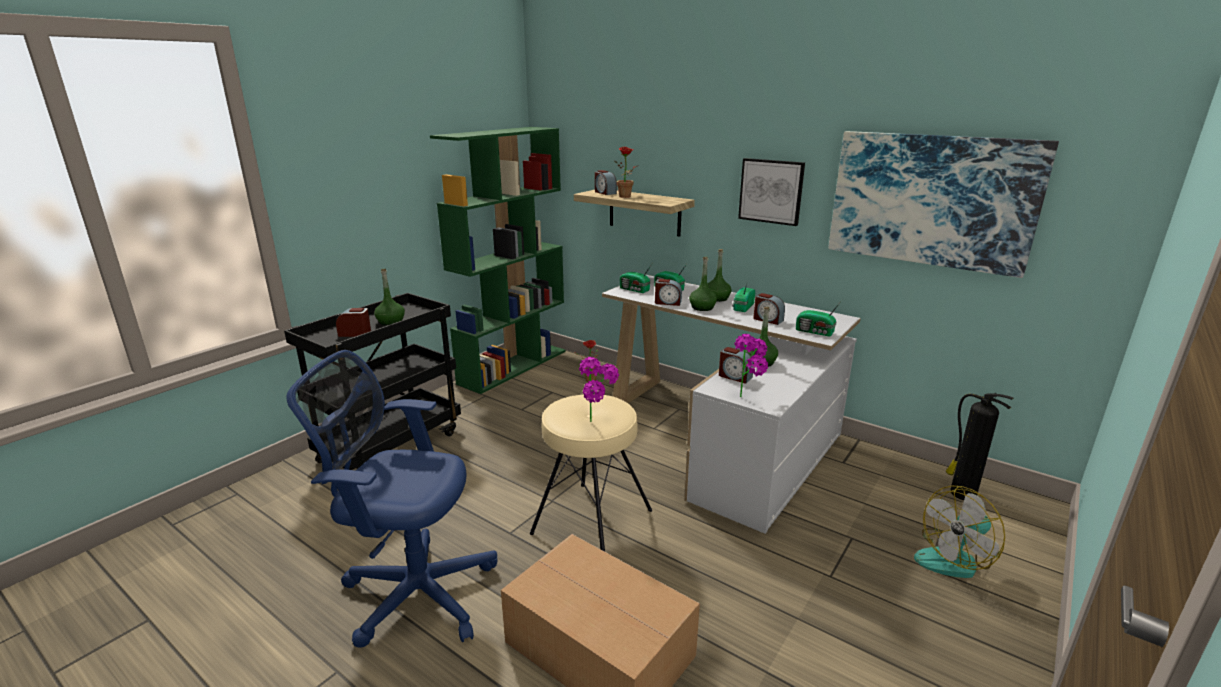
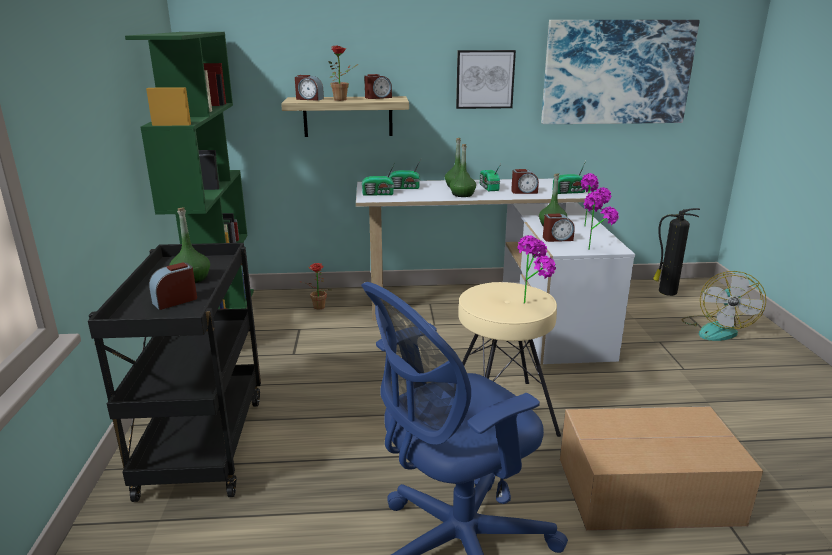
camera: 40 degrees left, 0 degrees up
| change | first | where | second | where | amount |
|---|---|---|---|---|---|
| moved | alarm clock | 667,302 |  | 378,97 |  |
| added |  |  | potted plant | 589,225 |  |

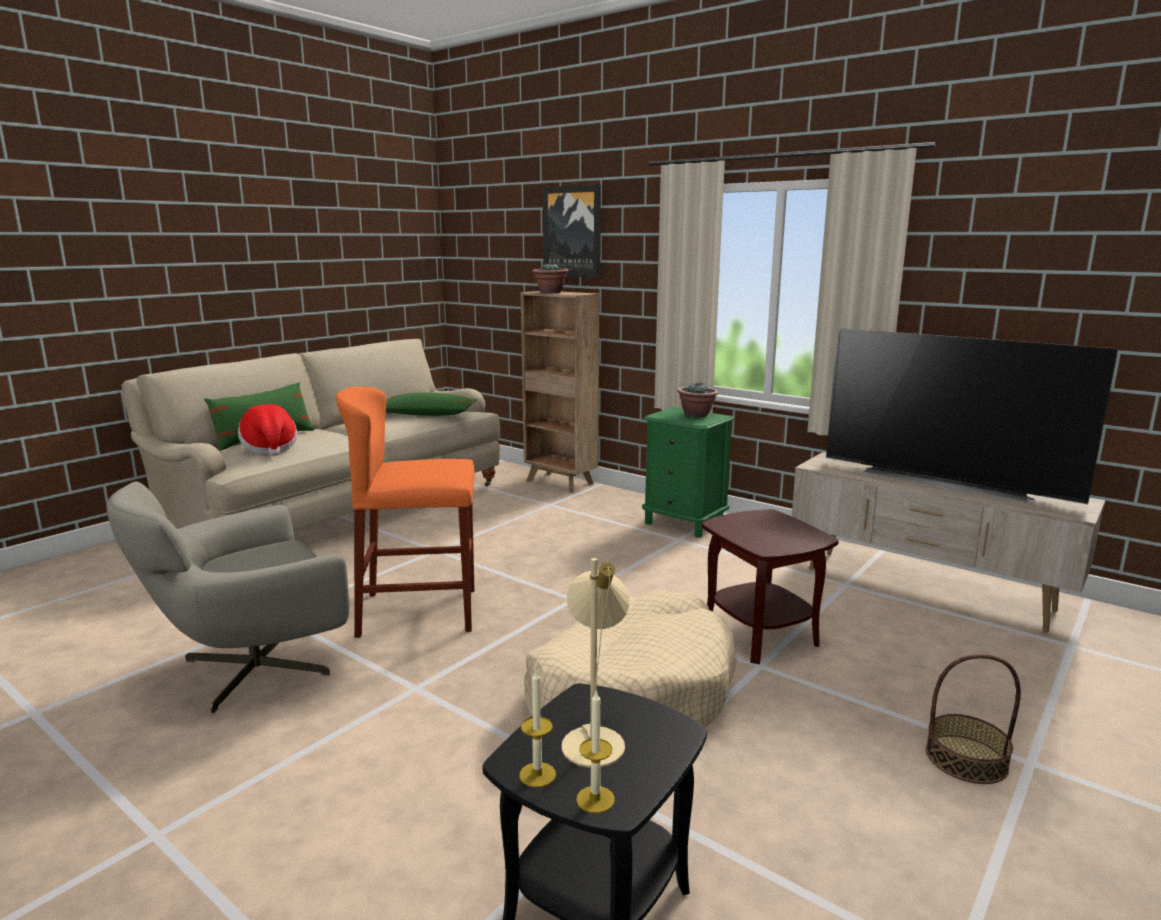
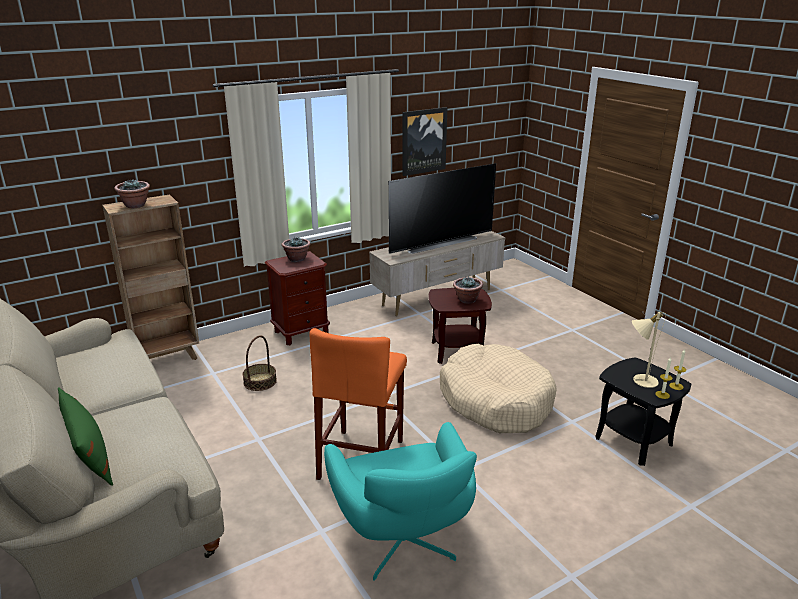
camera: 70 degrees left, 10 degrees up
| change | first | where | second | where | amount |
|---|---|---|---|---|---|
| moved | basket | 966,758 |  | 260,381 |  |
| recoloured | green nightstand | 684,523 | brown nightstand | 301,332 |  |
| recoloured | grey armchair | 249,670 | turquoise armchair | 404,544 |  |
| moved | picture | 572,231 |  | 423,141 |  |
| added |  |  | potted plant | 467,300 |  |
| removed | hat | 269,449 |  |  |  |
| removed | green pillow | 427,414 |  |  |  |

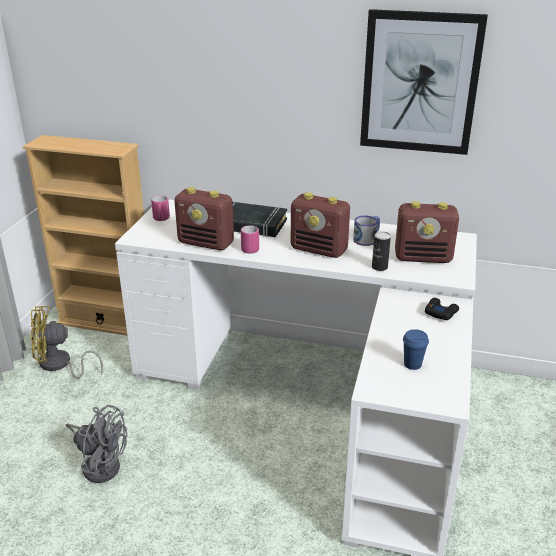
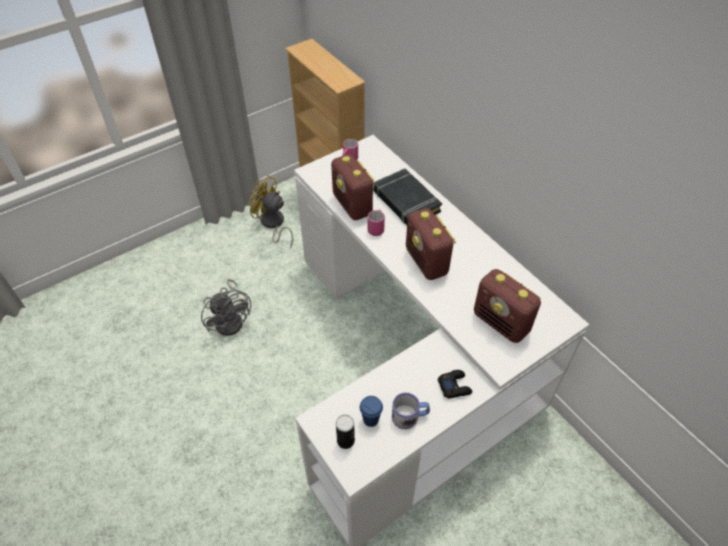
camera: 40 degrees right, 20 degrees up
| change | first | where | second | where | amount |
|---|---|---|---|---|---|
| moved | can | 379,267 |  | 345,440 |  |
| moved | mug | 367,239 |  | 410,416 |  |
| removed | picture | 420,83 |  |  |  |

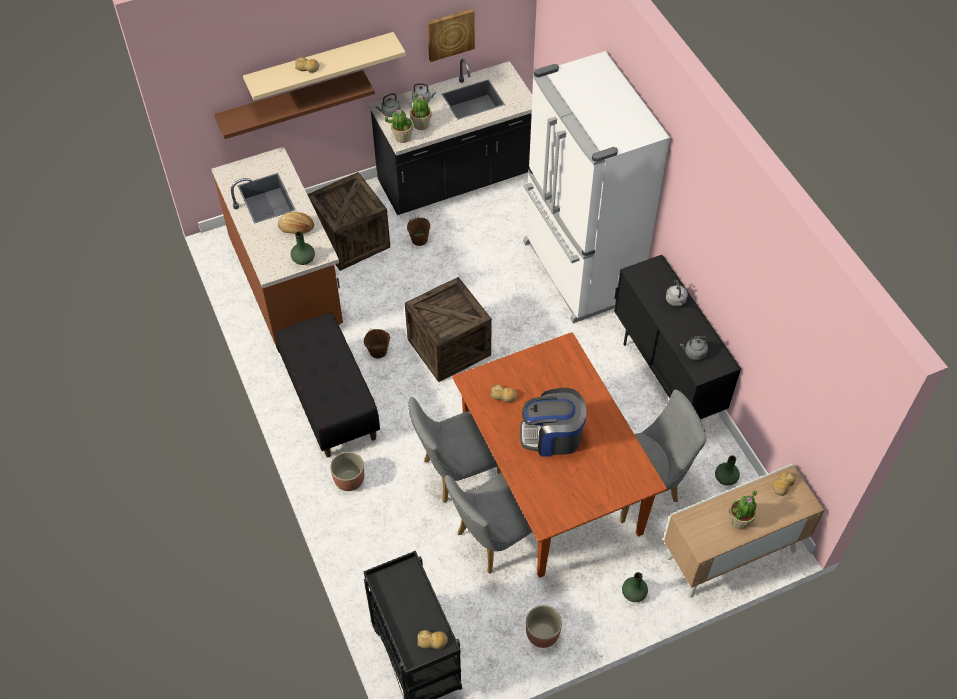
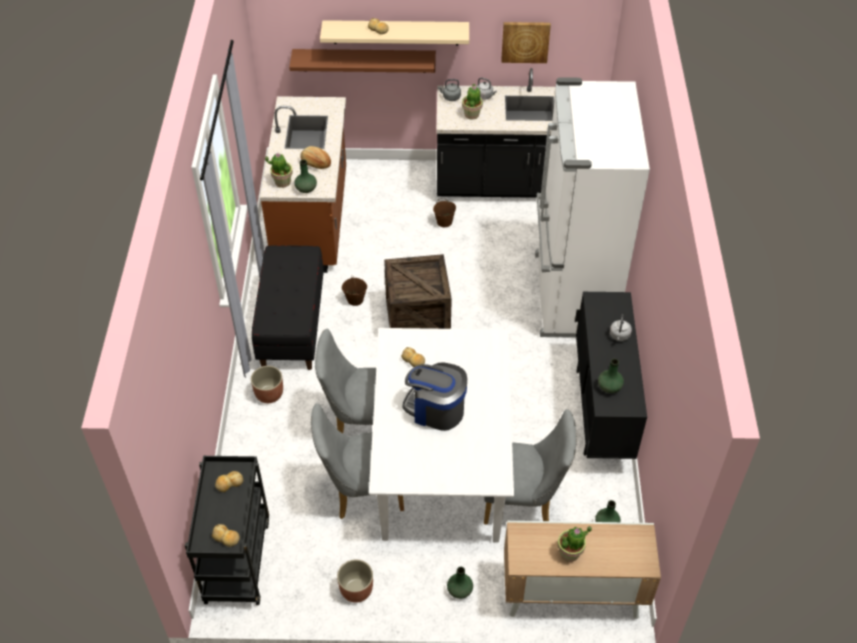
camera: 25 degrees right, 5 degrees down
| change | first | where | second | where | amount |
|---|---|---|---|---|---|
| moved | bread | 782,485 |  | 229,483 |  |
| moved | potted plant | 402,137 |  | 282,182 |  |
| recoloured | brown dining table | 552,481 | white dining table | 442,463 |  |
| replaced | grey kettle | 694,353 | green vase | 609,387 |  |
| removed | crate | 351,240 |  |  |  |

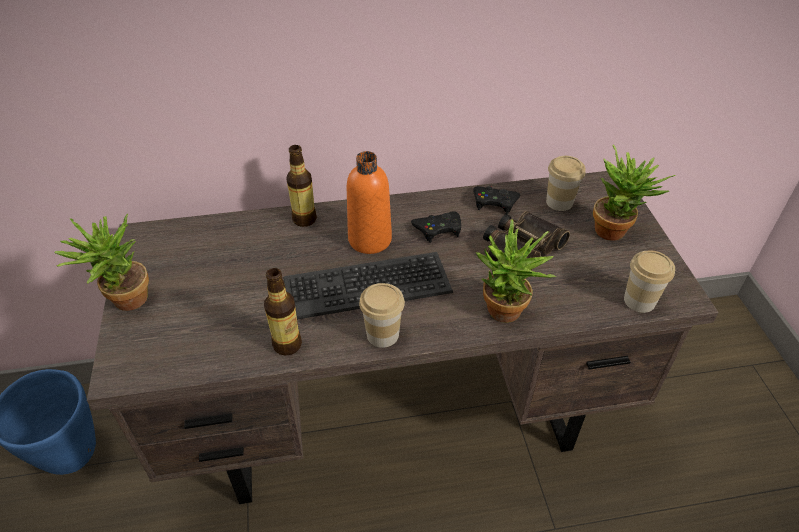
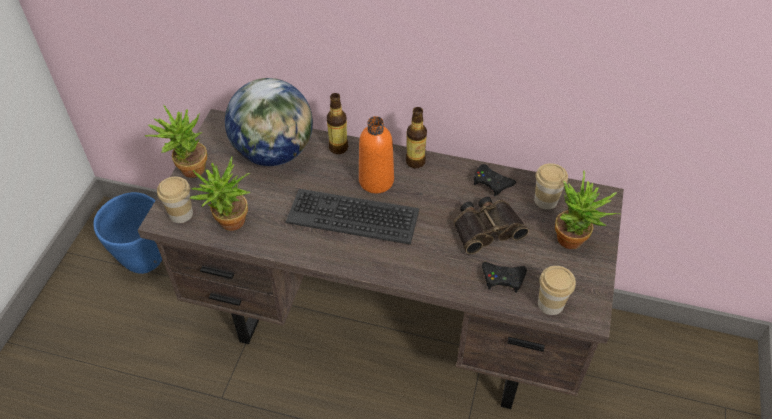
camera: 25 degrees right, 5 degrees up
| change | first | where | second | where | amount |
|---|---|---|---|---|---|
| moved | cup | 382,334 |  | 181,213 |  |
| moved | potted plant | 505,316 |  | 229,225 |  |
| added |  |  | globe | 274,152 |  |
| moved | bottle | 287,344 |  | 415,161 |  |
| moved | black game controller | 438,229 |  | 503,278 |  |

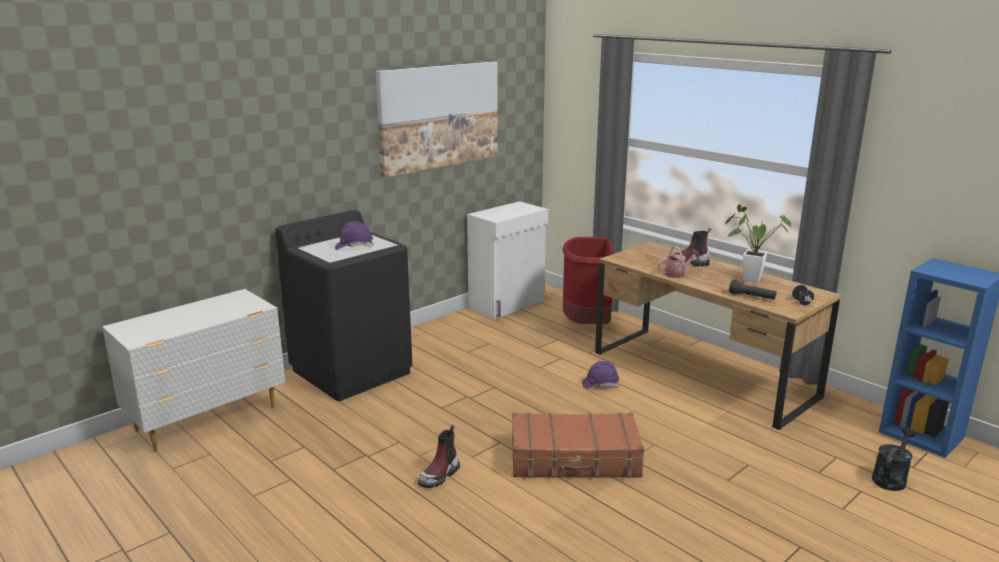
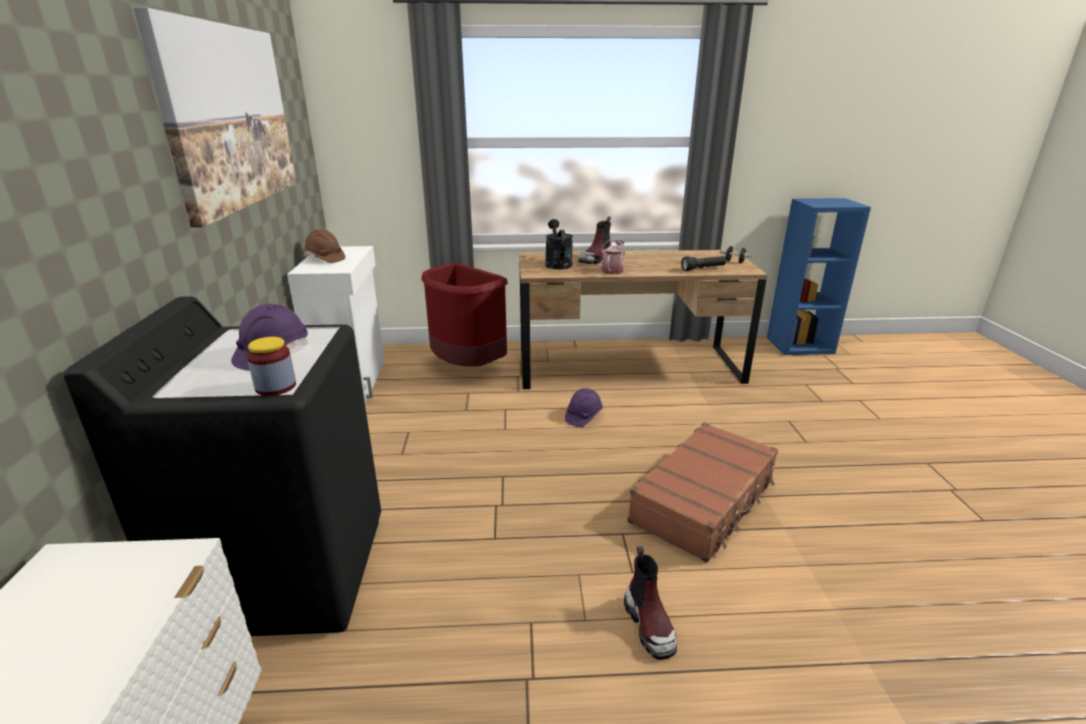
camera: 50 degrees left, 5 degrees up
| change | first | where | second | where | amount |
|---|---|---|---|---|---|
| added |  |  | jar | 276,387 |  |
| added |  |  | brown hard hat | 325,258 |  |
| moved | black watering can | 890,478 |  | 557,263 |  |
| removed | potted plant | 747,279 |  |  |  |

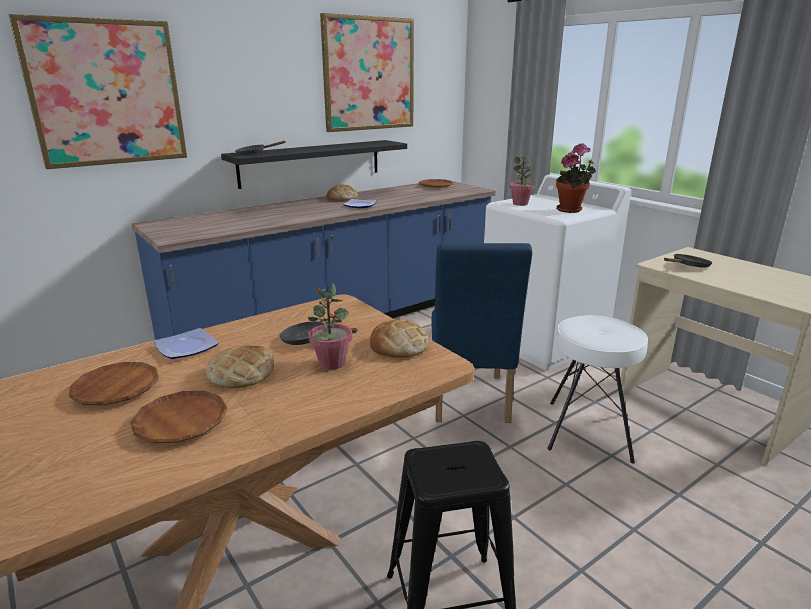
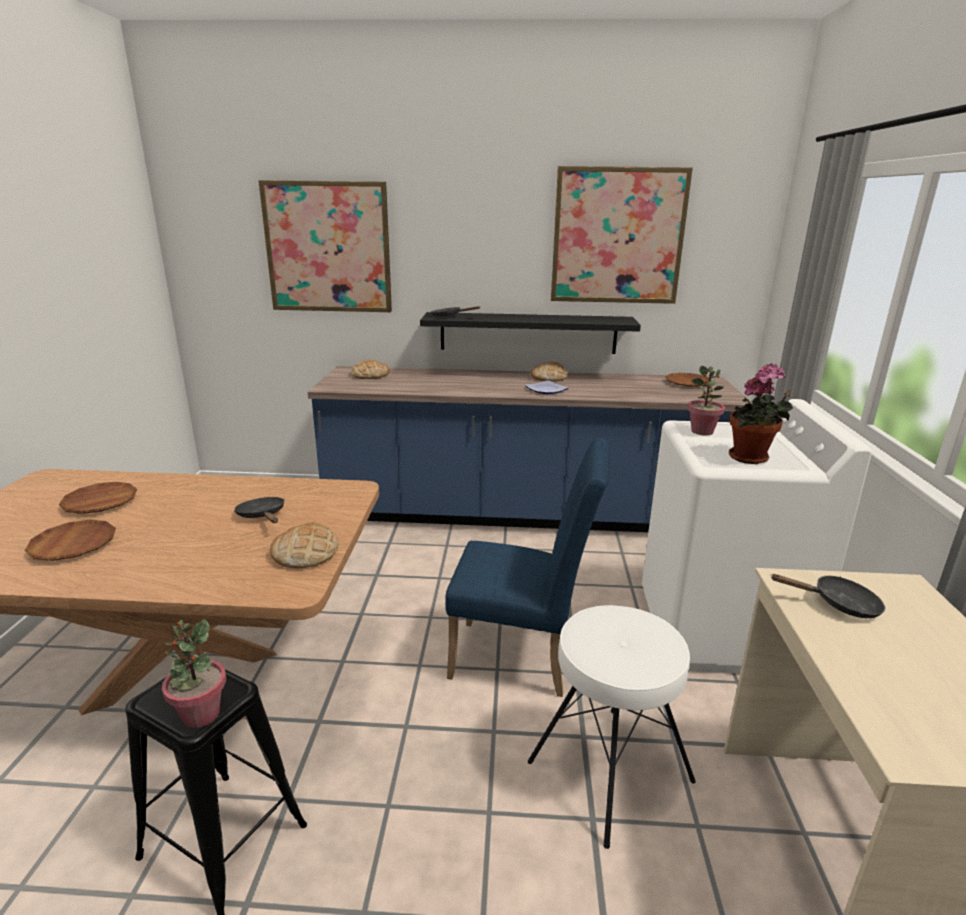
camera: 40 degrees right, 0 degrees up
| change | first | where | second | where | amount |
|---|---|---|---|---|---|
| moved | potted plant | 331,363 |  | 201,714 |  |
| moved | bread | 241,373 |  | 370,375 |  |
| turned | blue chair | 469,402 |  | 522,658 | 120 degrees counterclockwise |
| removed | plate | 188,348 |  |  |  |

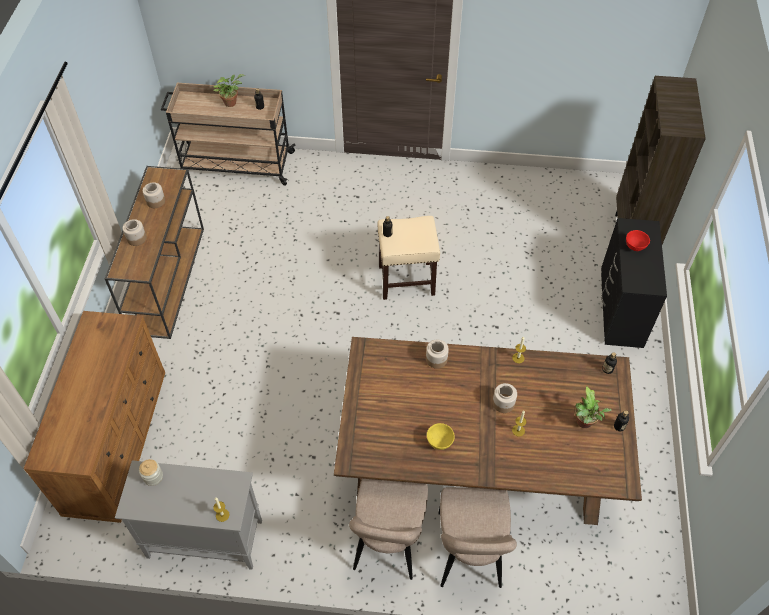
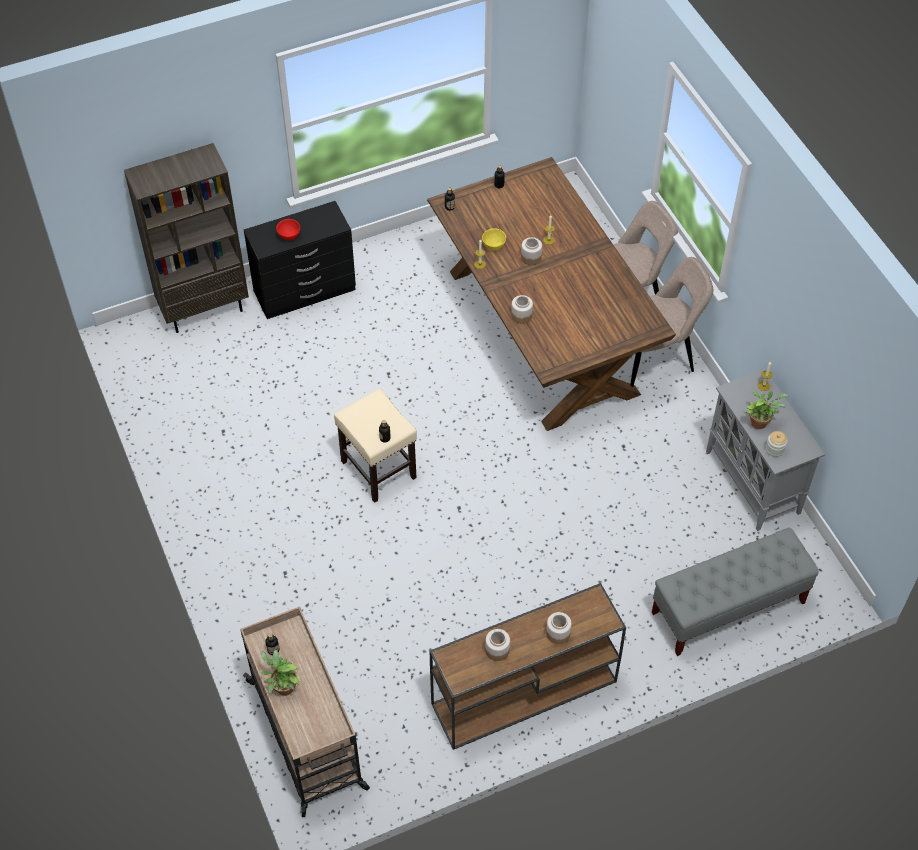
camera: 120 degrees left, 0 degrees up
| change | first | where | second | where | amount |
|---|---|---|---|---|---|
| moved | yellow bowl | 440,442 |  | 494,246 |  |
| replaced | brown dresser | 117,441 | grey bench | 727,608 |  |
| moved | potted plant | 584,423 |  | 760,422 |  |

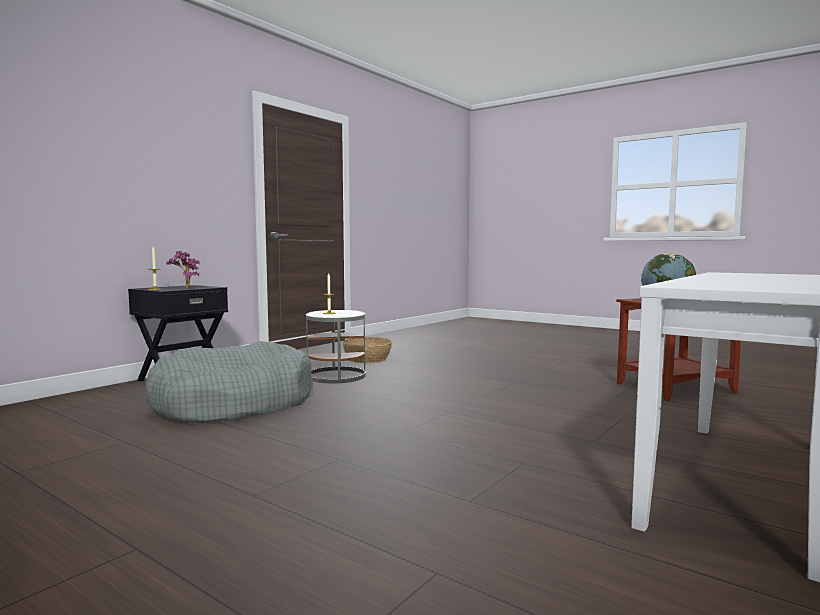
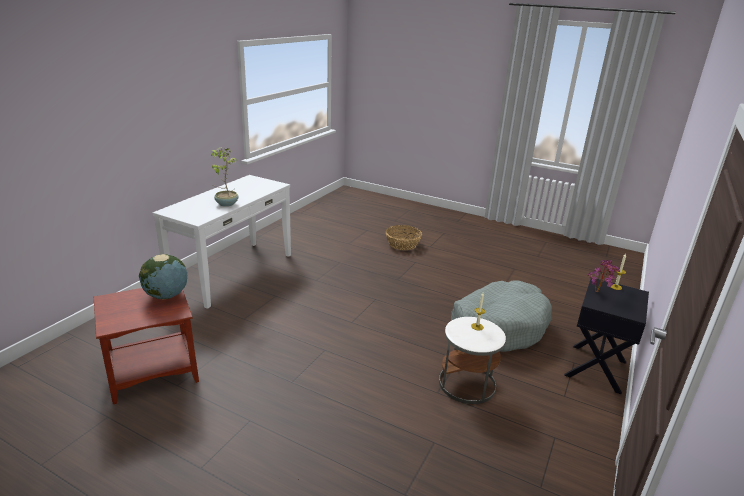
camera: 170 degrees right, 20 degrees up
| change | first | where | second | where | amount |
|---|---|---|---|---|---|
| added |  |  | potted plant | 226,204 |  |
| moved | basket | 367,359 |  | 402,244 |  |

